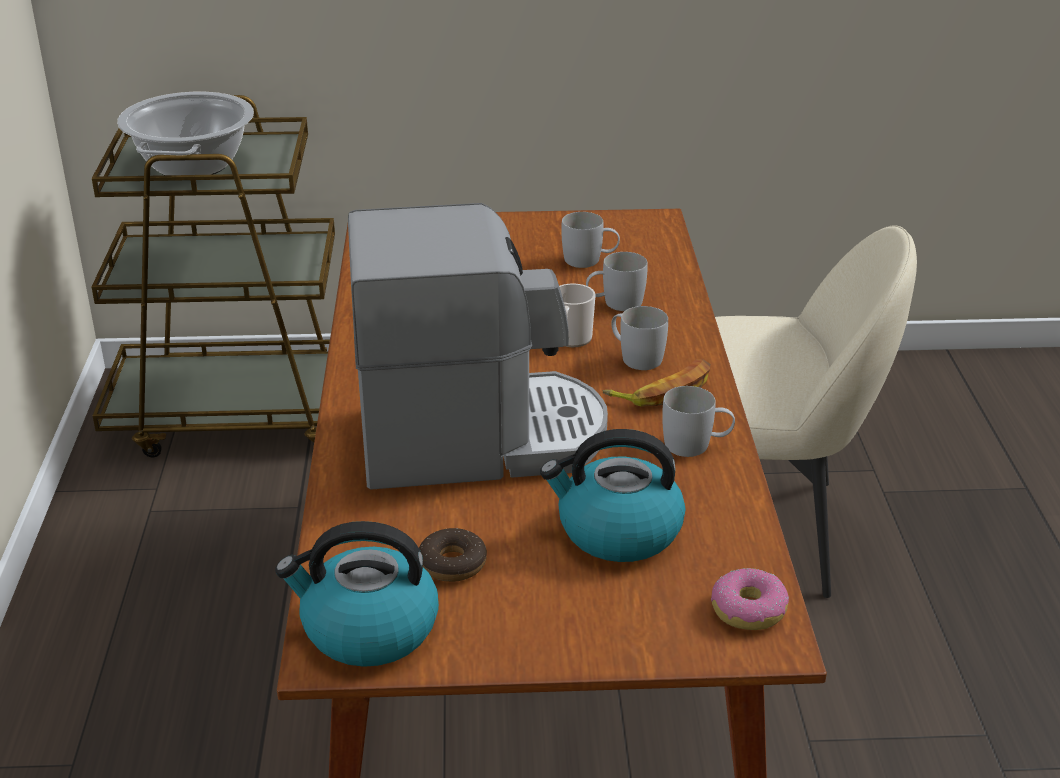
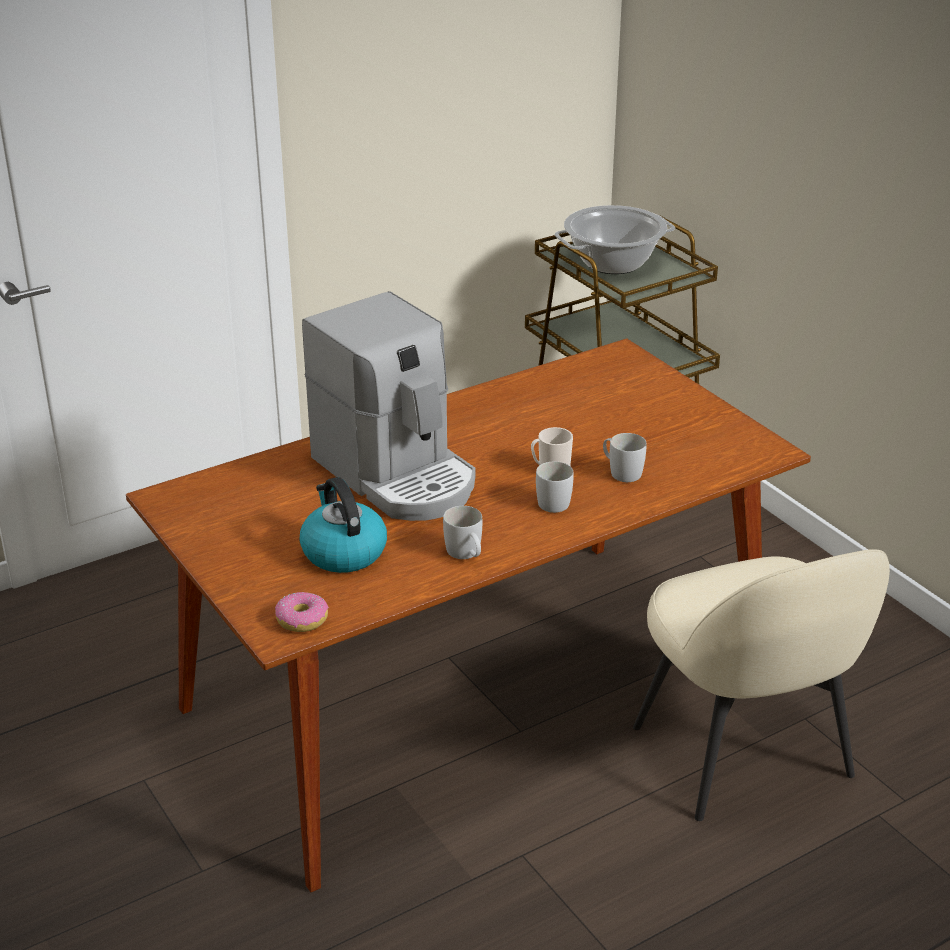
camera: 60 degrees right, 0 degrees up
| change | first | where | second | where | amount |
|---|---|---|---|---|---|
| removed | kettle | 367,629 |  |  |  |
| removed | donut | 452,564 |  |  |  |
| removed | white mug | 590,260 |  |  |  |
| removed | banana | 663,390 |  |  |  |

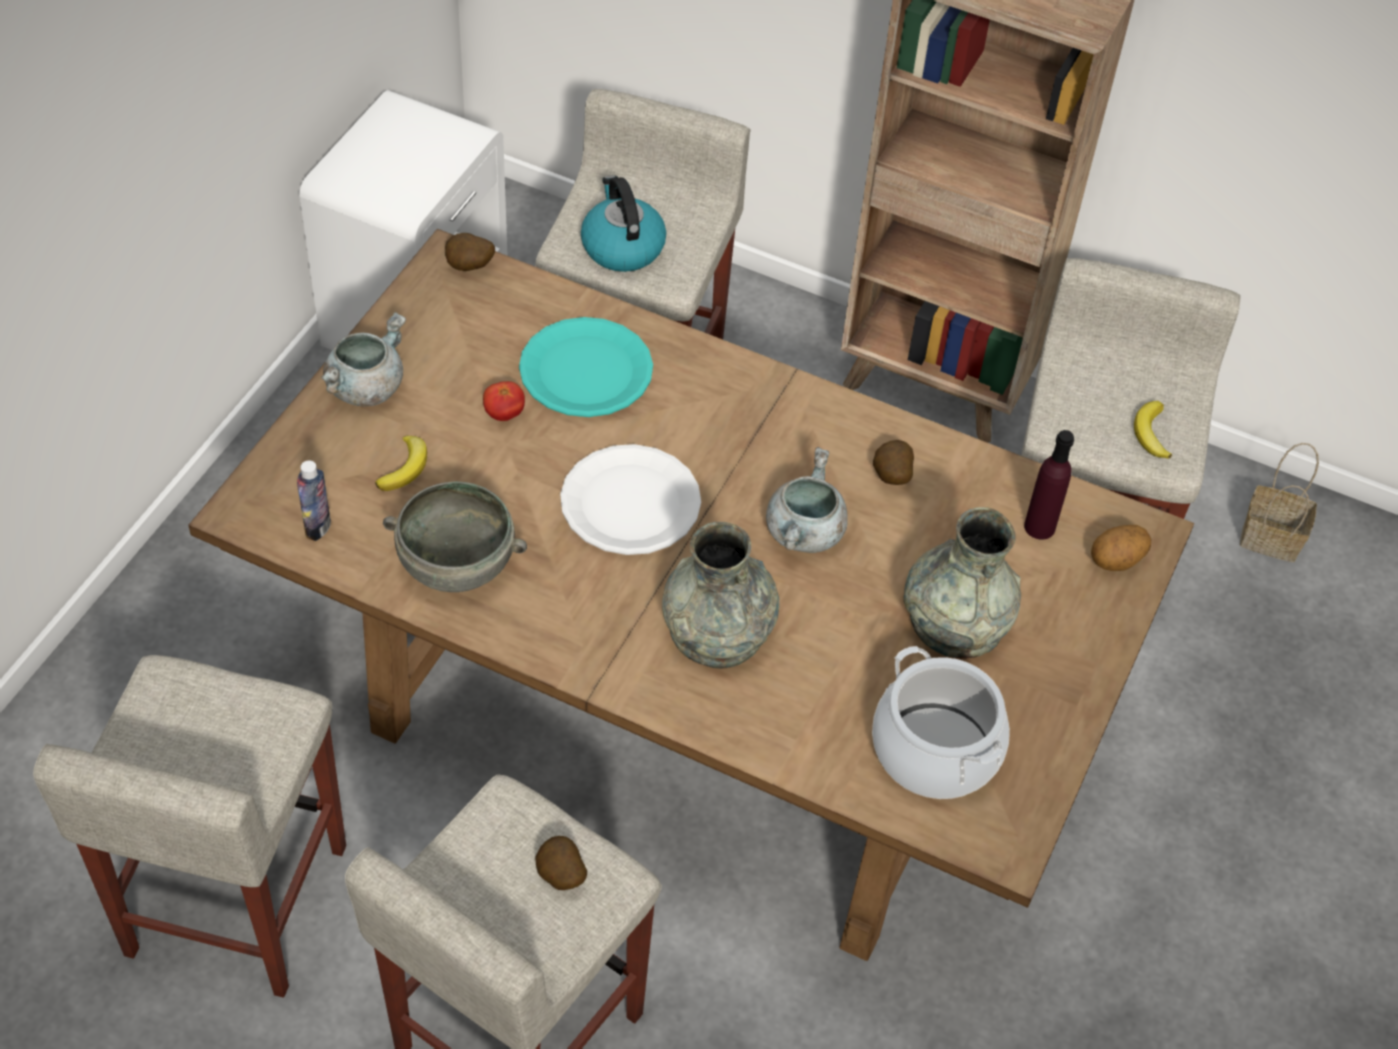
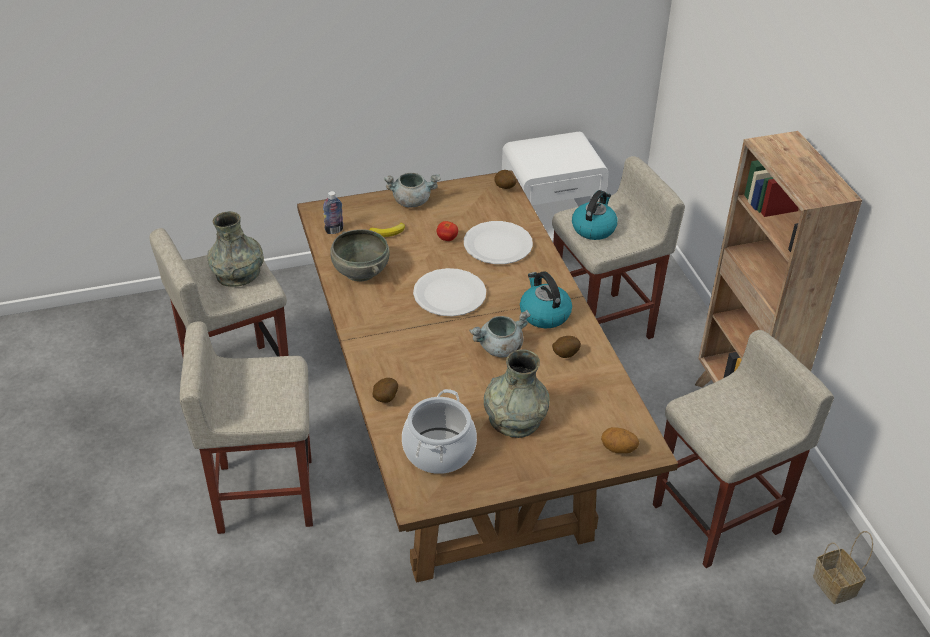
camera: 50 degrees right, 10 degrees down
| change | first | where | second | where | amount |
|---|---|---|---|---|---|
| moved | grey vase | 717,629 |  | 238,273 |  |
| moved | potato | 560,877 |  | 384,399 |  |
| recoloured | turquoise plate | 586,371 | white plate | 497,245 |  |
| added |  |  | kettle | 544,314 |  |
| removed | purple bottle | 1039,527 |  |  |  |
| removed | banana | 1150,433 |  |  |  |

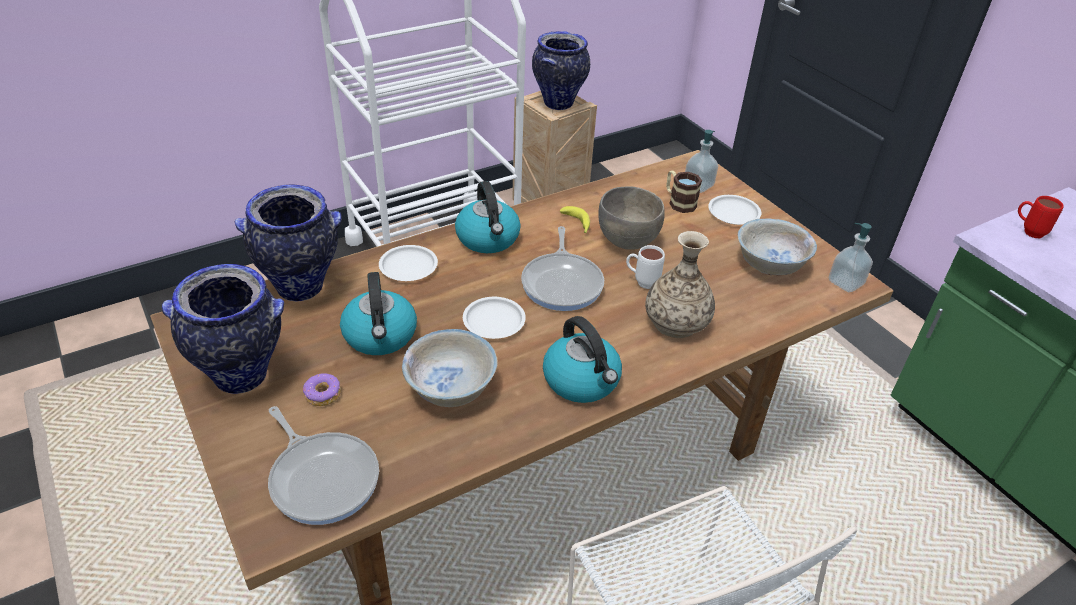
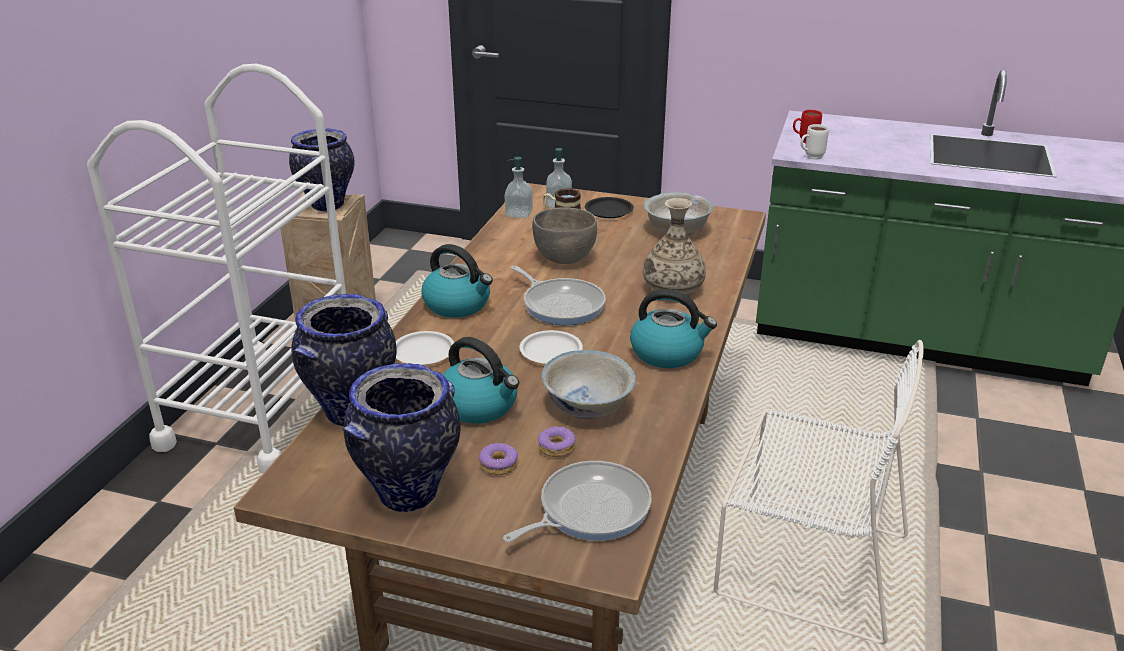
camera: 40 degrees left, 10 degrees down
| change | first | where | second | where | amount |
|---|---|---|---|---|---|
| turned | frying pan | 323,478 |  | 589,510 | 45 degrees counterclockwise |
| moved | soap dispenser | 845,283 |  | 519,214 |  |
| added |  |  | donut | 556,447 |  |
| recoloured | white plate | 734,213 | black plate | 609,211 |  |
| moved | white mug | 641,282 |  | 810,157 |  |
| removed | banana | 577,224 |  |  |  |

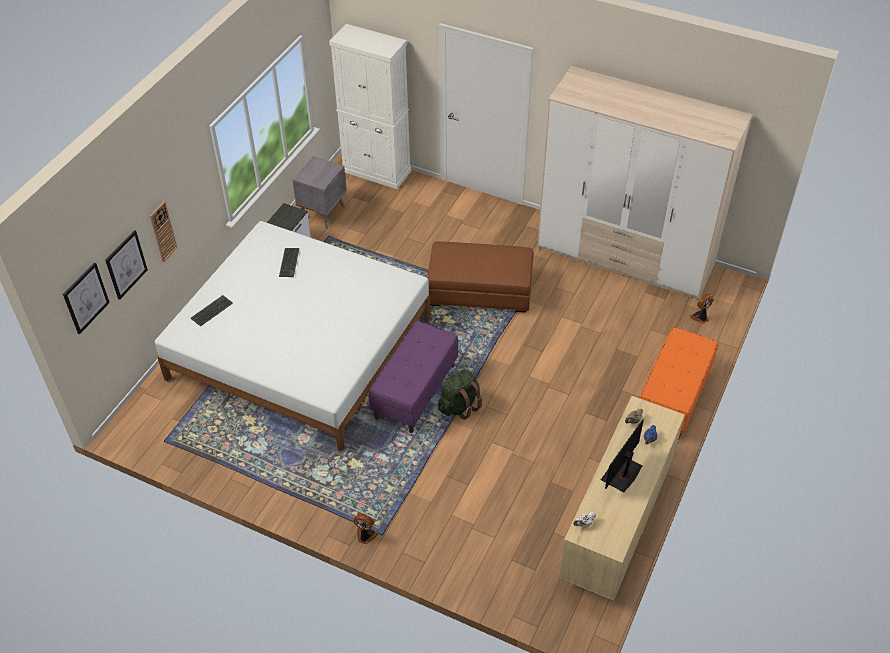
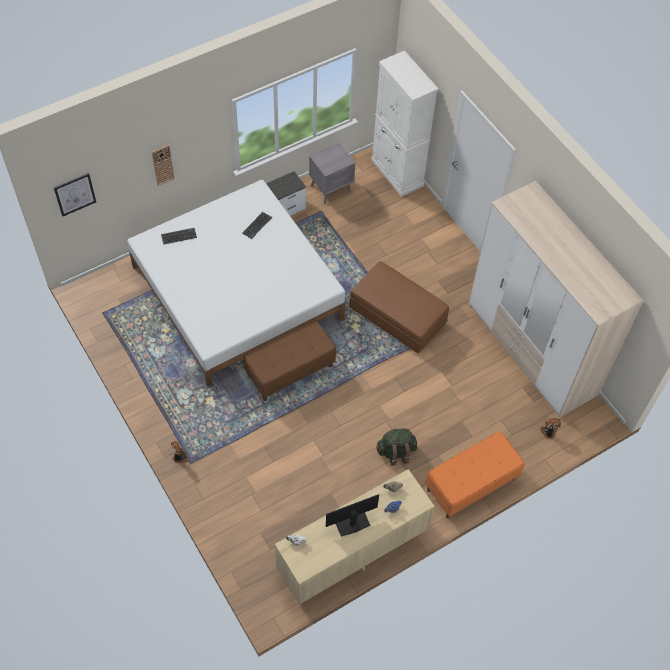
camera: 30 degrees right, 10 degrees up
| change | first | where | second | where | amount |
|---|---|---|---|---|---|
| recoloured | purple bench | 415,391 | brown bench | 290,370 |  |
| moved | green backpack | 459,406 |  | 396,452 |  |
| removed | picture | 126,264 |  |  |  |

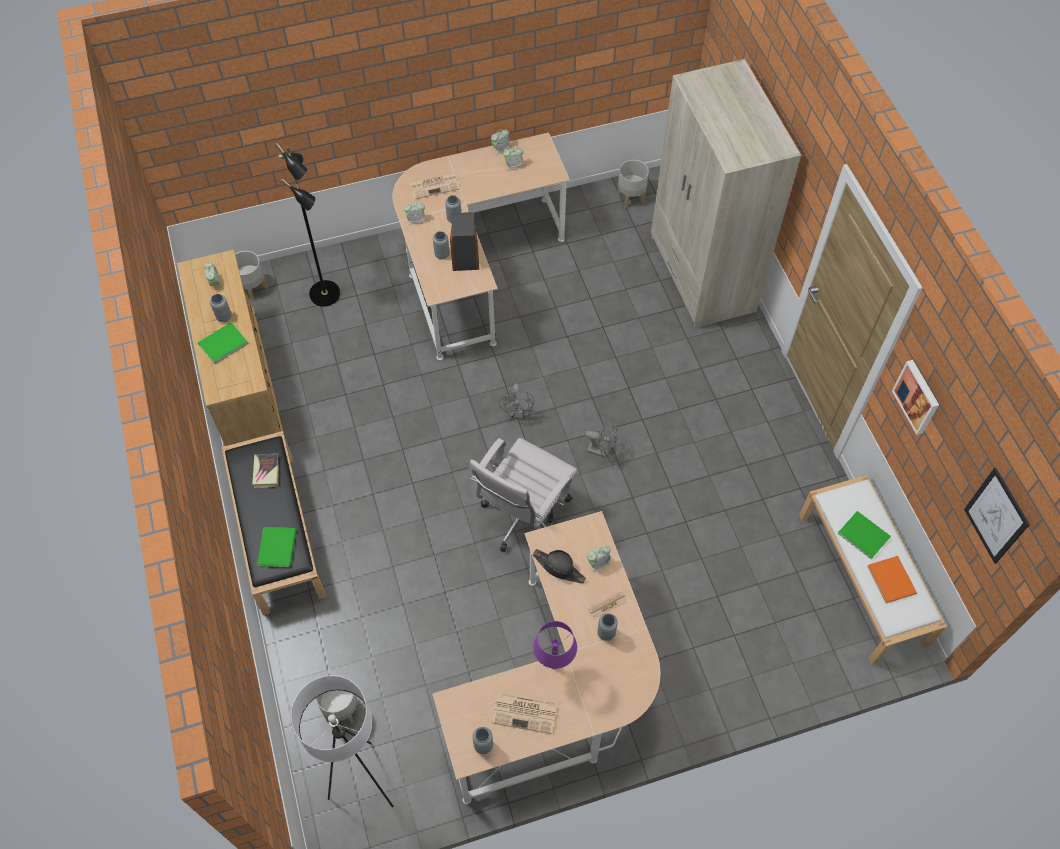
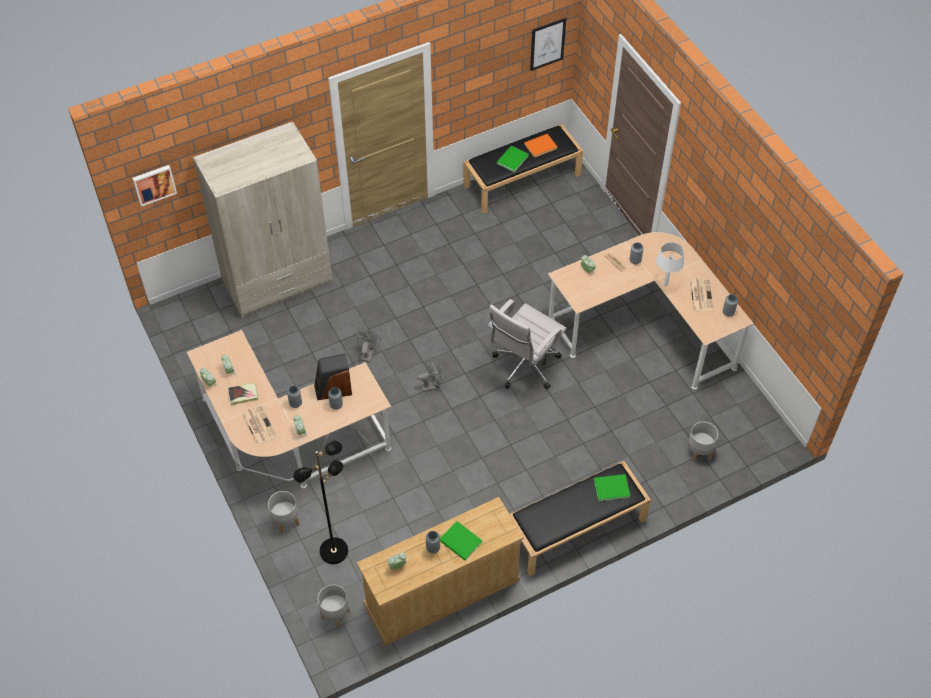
camera: 100 degrees left, 5 degrees down
| change | first | where | second | where | amount |
|---|---|---|---|---|---|
| moved | picture | 917,396 |  | 154,184 |  |
| moved | book | 266,472 |  | 243,395 |  |
| moved | grey planter | 630,197 |  | 285,521 |  |
| moved | grey fan | 601,451 |  | 367,353 |  |
| recoloured | white bench | 863,579 | black bench | 522,180 |  |
| turned | white office chair | 524,519 |  | 524,367 | 105 degrees clockwise |
| recoloured | purple table lamp | 553,666 | white table lamp | 665,285 |  |
| removed | white floor lamp | 364,781 |  |  |  |
| removed | black hat | 559,568 |  |  |  |

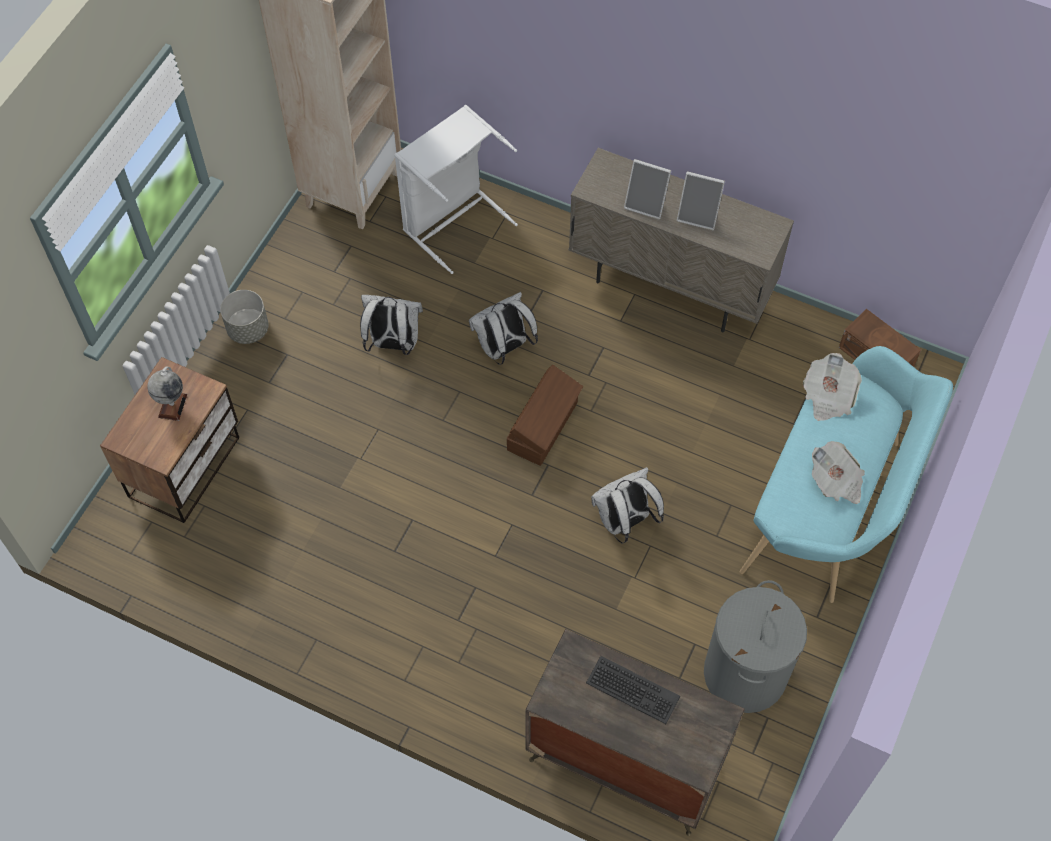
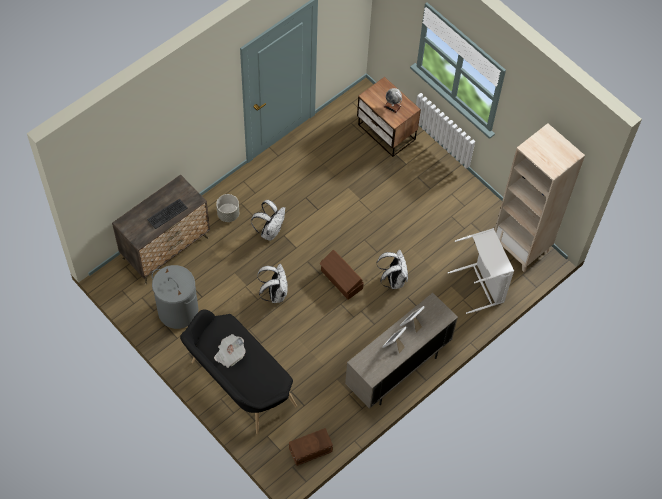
camera: 110 degrees right, 0 degrees up
| change | first | where | second | where | amount |
|---|---|---|---|---|---|
| recoloured | turquoise bench | 831,508 | black bench | 238,386 |  |
| moved | grey planter | 247,329 |  | 228,214 |  |
| moved | white backpack | 393,344 |  | 270,231 |  |
| removed | newspaper | 828,396 |  |  |  |

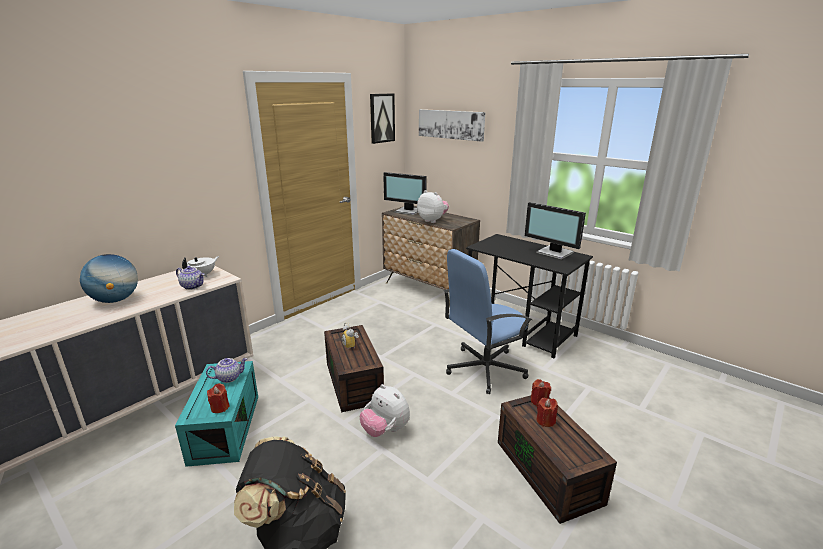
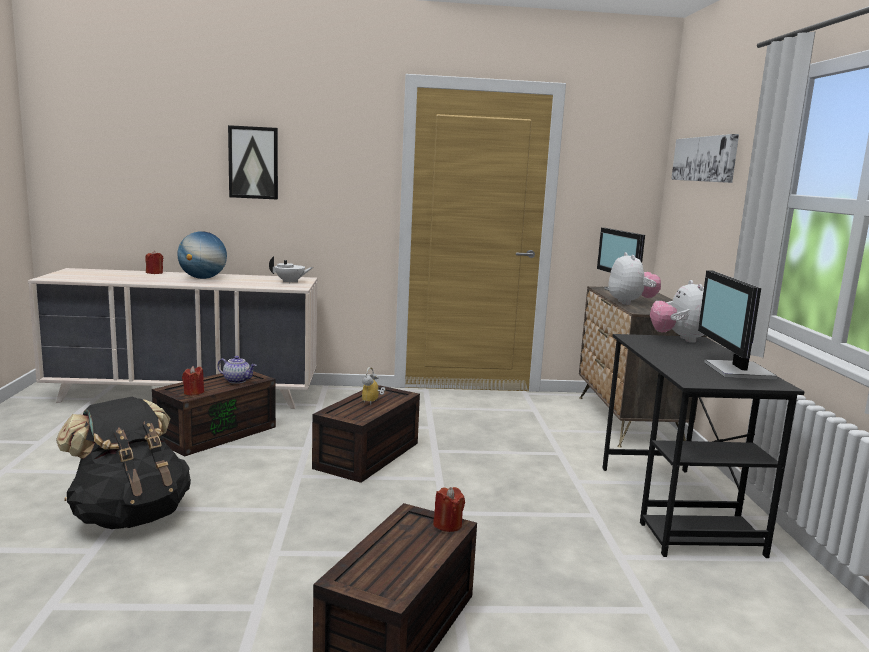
camera: 45 degrees right, 10 degrees down
| change | first | where | second | where | amount |
|---|---|---|---|---|---|
| moved | red candle | 545,421 |  | 154,273 |  |
| recoloured | turquoise storage box | 224,427 | brown storage box | 217,433 |  |
| moved | picture | 382,118 |  | 253,162 |  |
| moved | plush toy | 385,430 |  | 679,339 |  |
| removed | teapot | 193,286 |  |  |  |
| removed | blue office chair | 484,369 |  |  |  |

